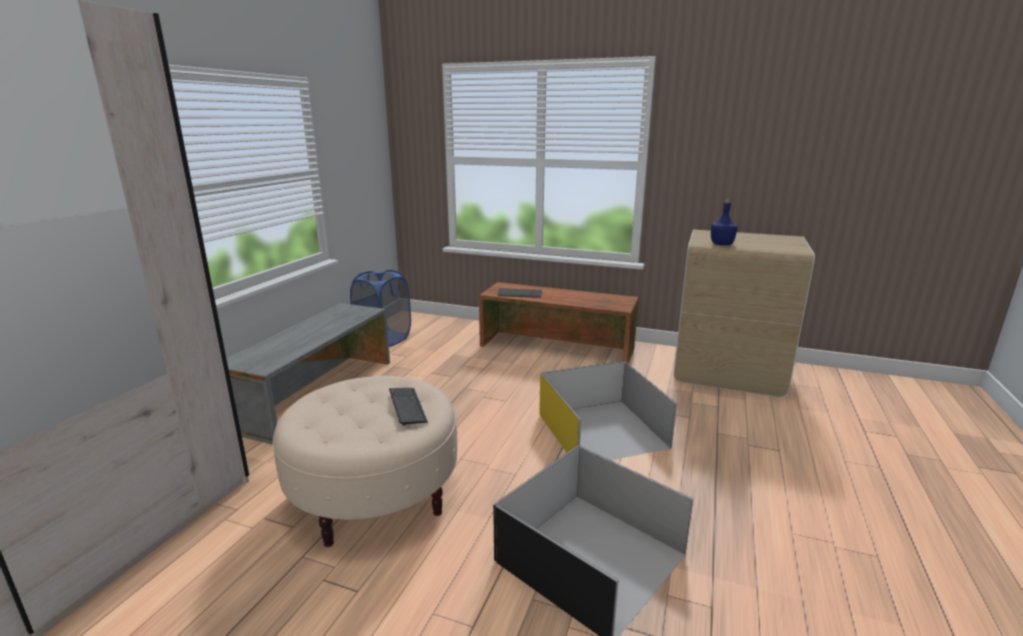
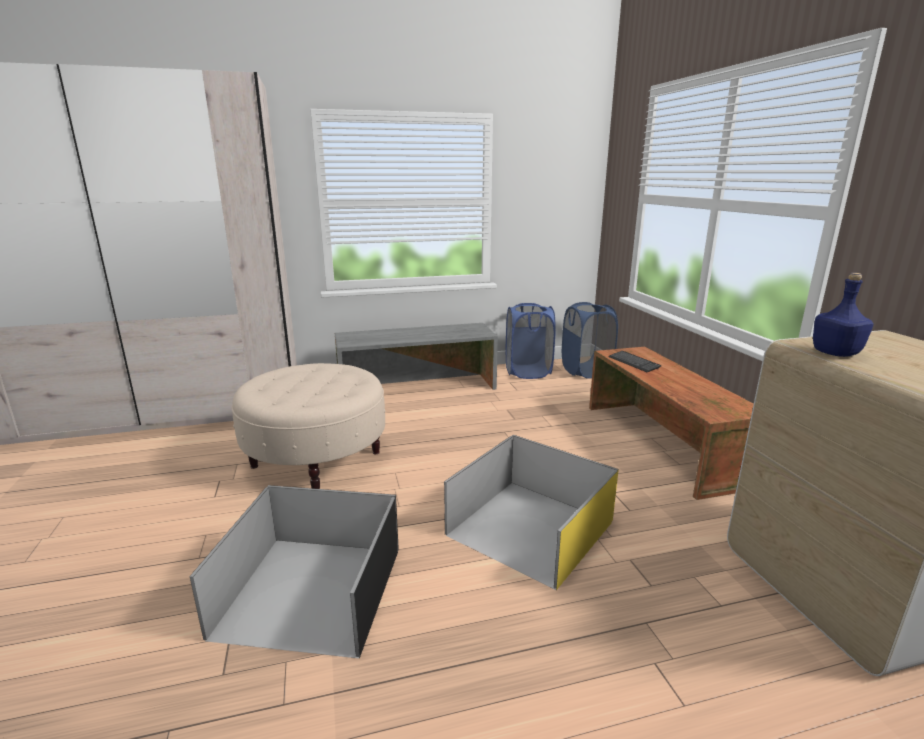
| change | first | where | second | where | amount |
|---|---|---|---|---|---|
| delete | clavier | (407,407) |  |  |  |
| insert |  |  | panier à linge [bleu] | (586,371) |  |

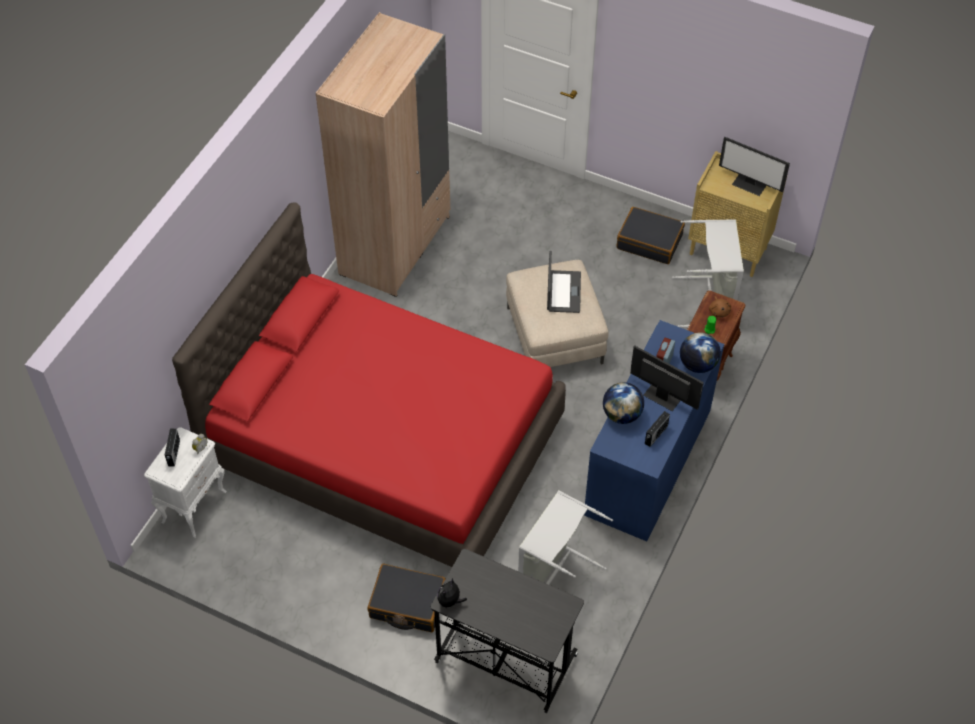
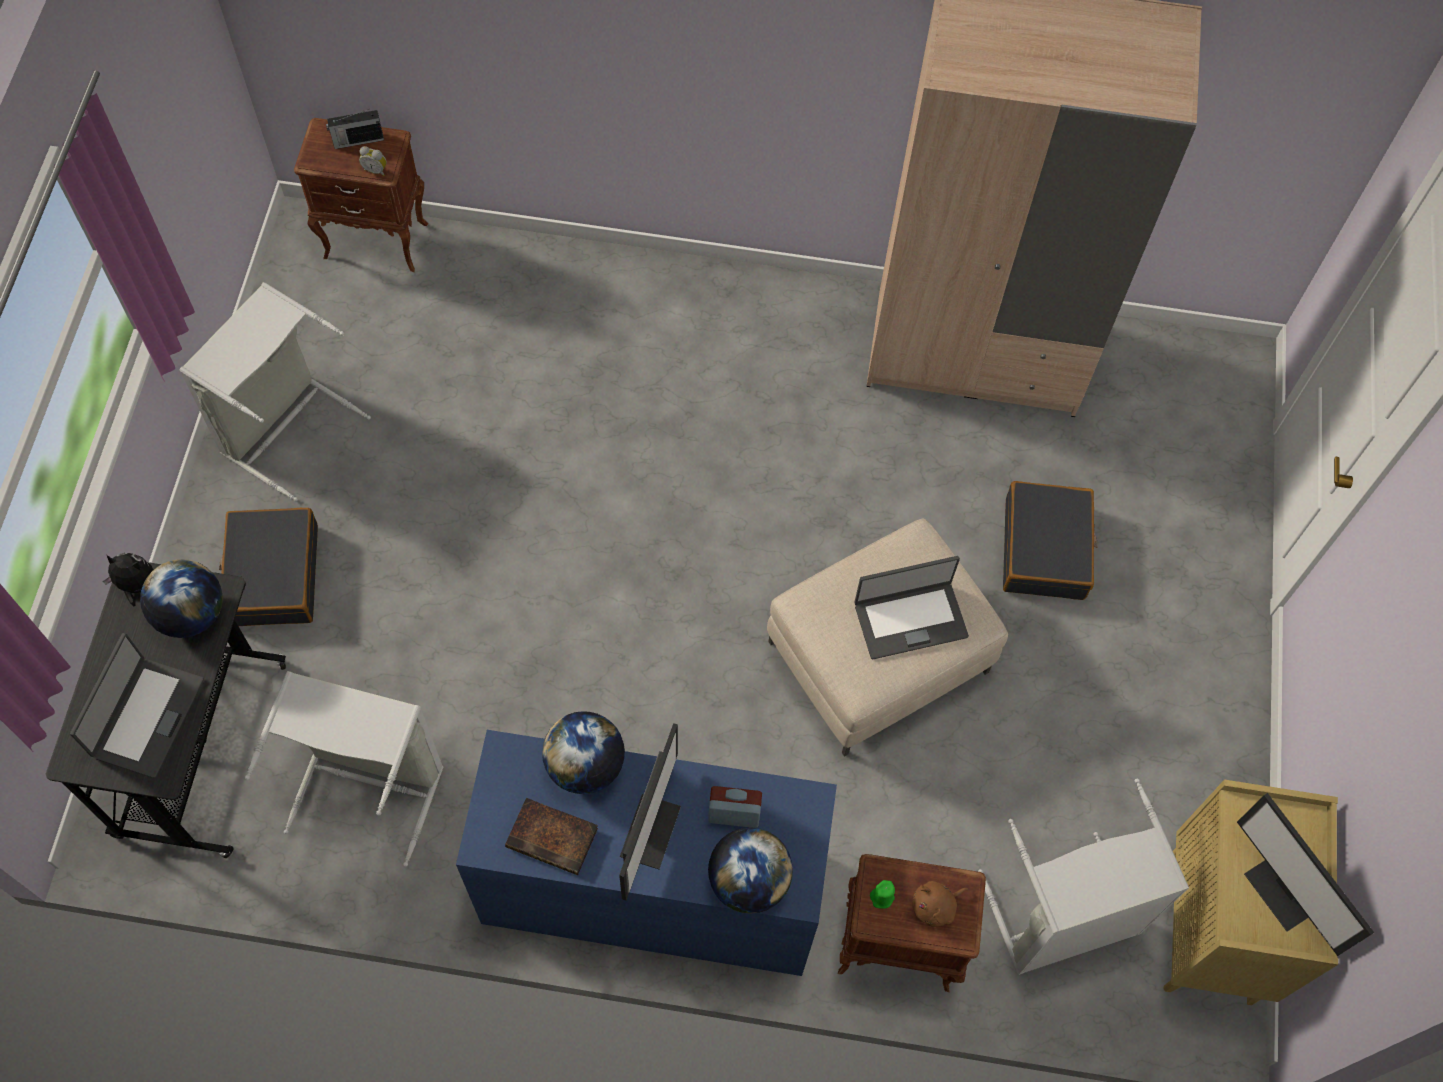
| change | first | where | second | where | amount |
|---|---|---|---|---|---|
| rotate | écran d'ordinateur | (750,184) |  | (1283,892) | 45 degrees counterclockwise |
| delete | lit [rouge] | (383,440) |  |  |  |
| move | valise [noir] | (649,241) |  | (1045,549) |  |
| replace | radio | (655,435) | livre | (554,838) |  |
| recolor | table de chevet [blanc] | (194,506) | table de chevet [marron] | (376,240) |  |
| insert |  |  | panier à linge [gris] | (284,428) |  |
| insert |  |  | globe | (191,614) |  |
| insert |  |  | ordinateur portable | (147,717) |  |

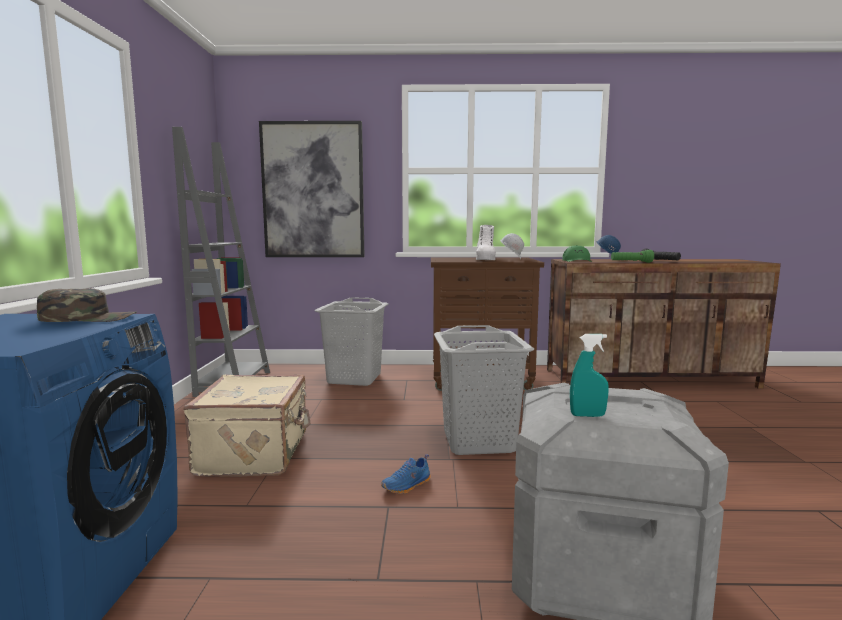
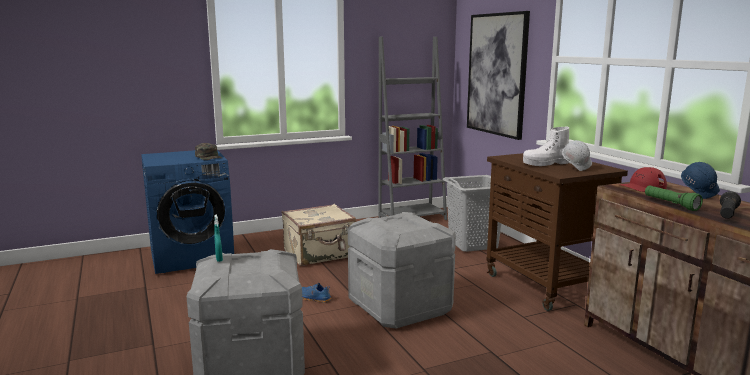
| change | first | where | second | where | amount |
|---|---|---|---|---|---|
| recolor | casquette [vert] | (577,261) | casquette [rouge] | (642,187) |  |
| replace | panier à linge [gris] | (479,441) | boîte de rangement [gris] | (400,307) |  |

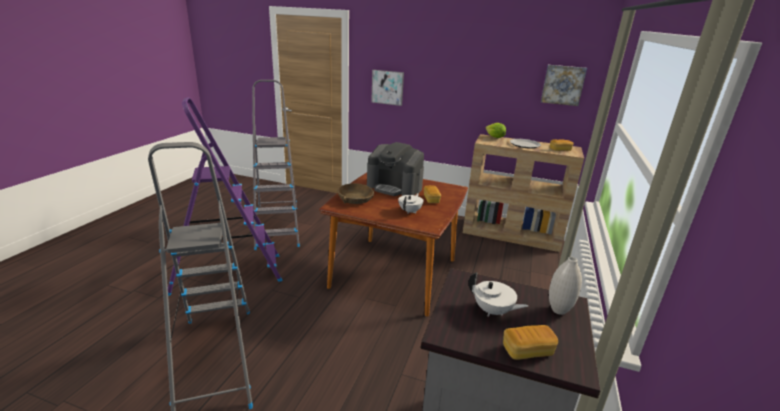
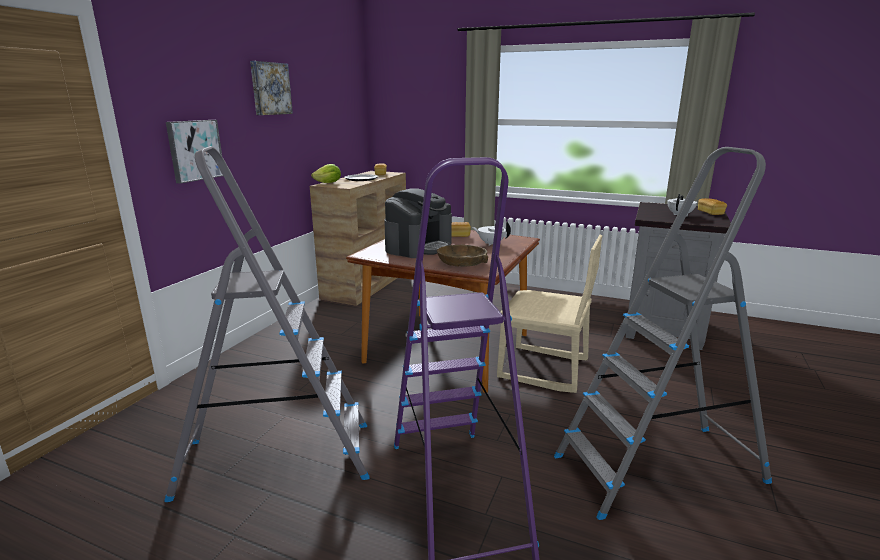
| change | first | where | second | where | amount |
|---|---|---|---|---|---|
| move | tableau | (563,85) |  | (270,88) |  |
| delete | vase [blanc] | (558,310) |  |  |  |
| insert |  |  | chaise [beige] | (543,369) |  |

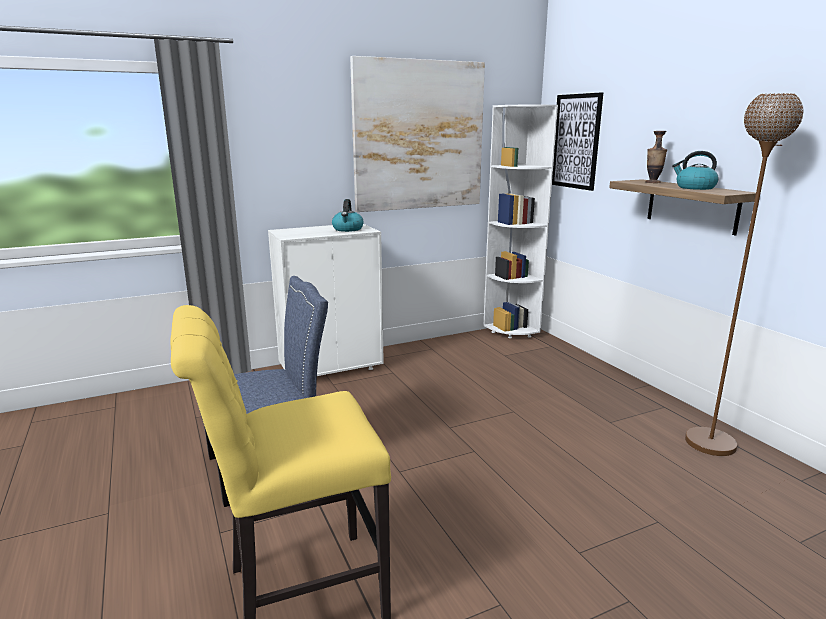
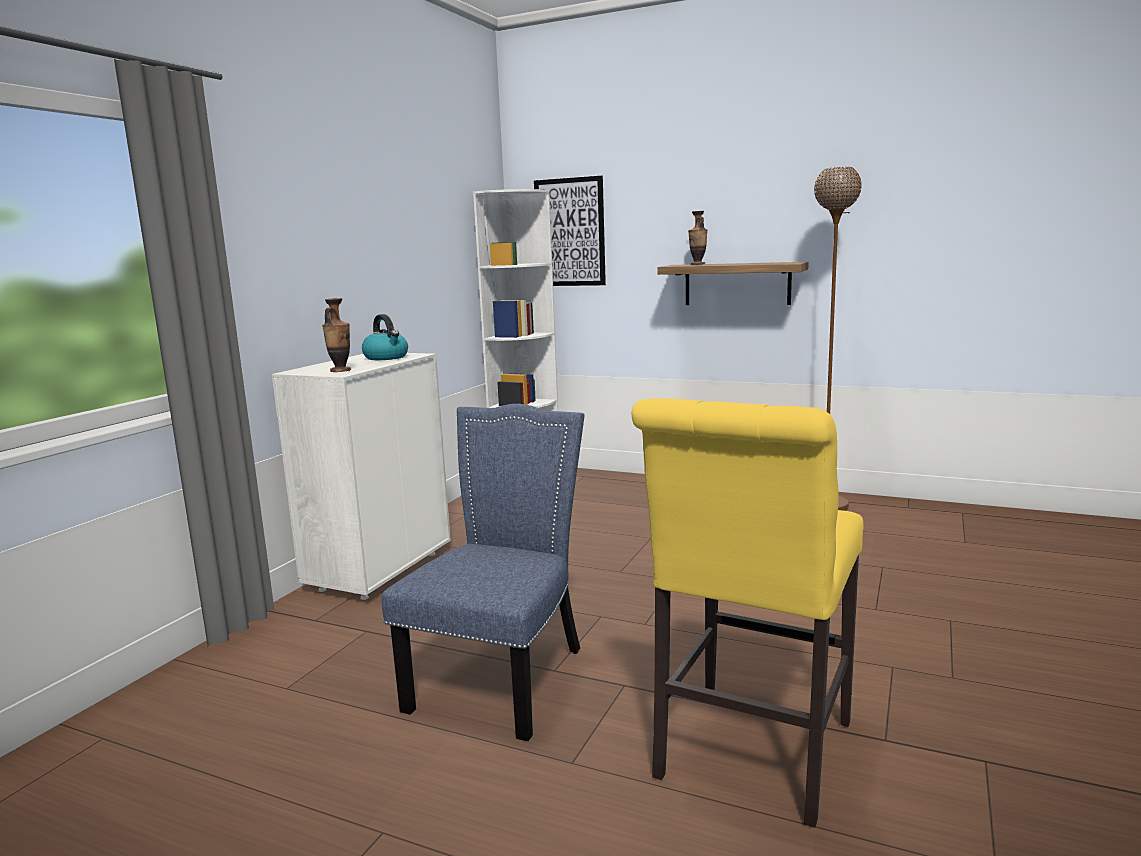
| change | first | where | second | where | amount |
|---|---|---|---|---|---|
| delete | tableau | (419,136) |  |  |  |
| delete | bouilloire | (694,188) |  |  |  |
| insert |  |  | vase | (340,370) |  |

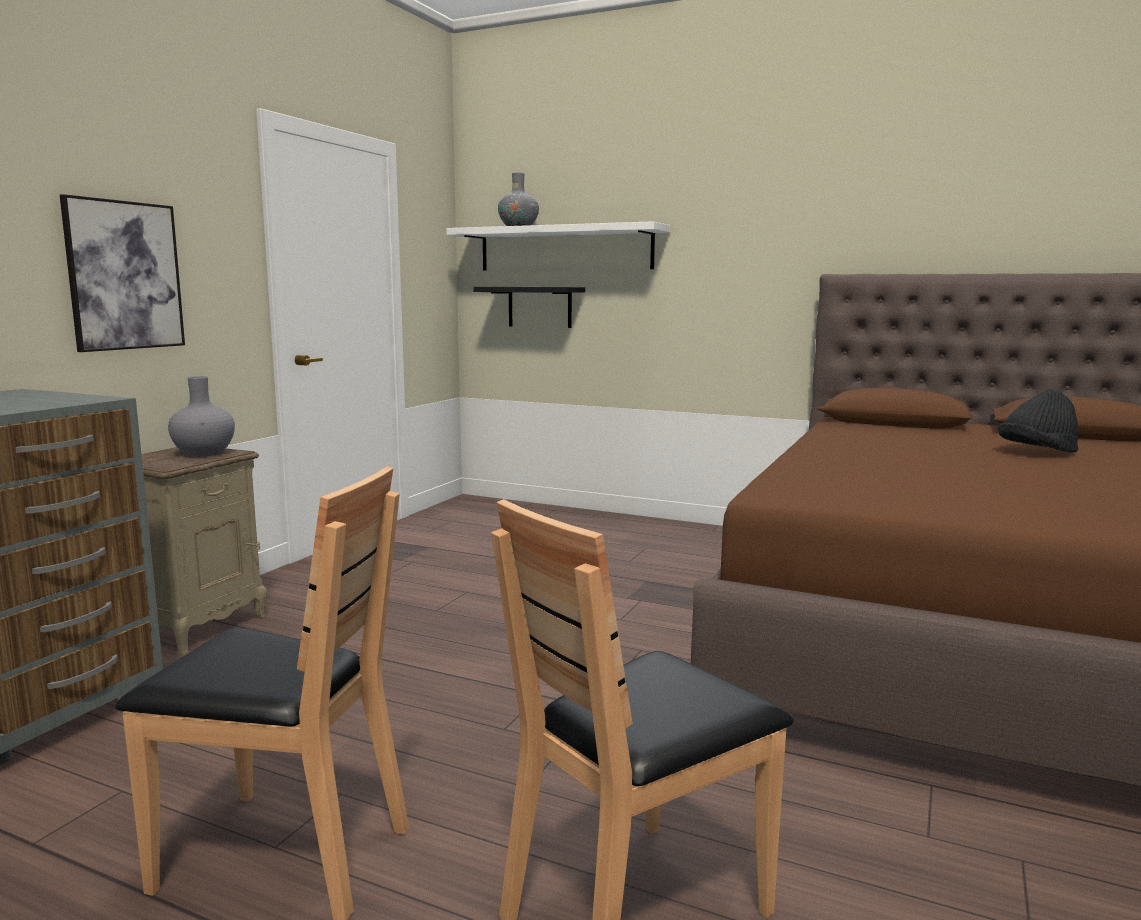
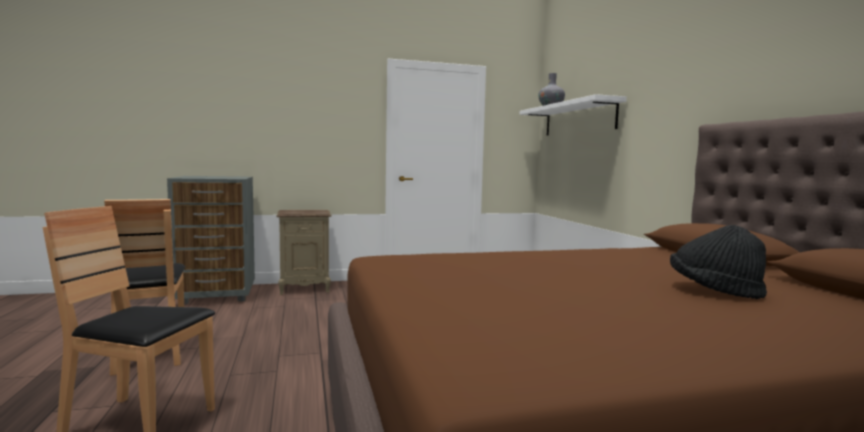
| change | first | where | second | where | amount |
|---|---|---|---|---|---|
| delete | tableau | (124,275) |  |  |  |
| delete | étagère [noir] | (540,307) |  |  |  |
| delete | vase [gris] | (204,453) |  |  |  |

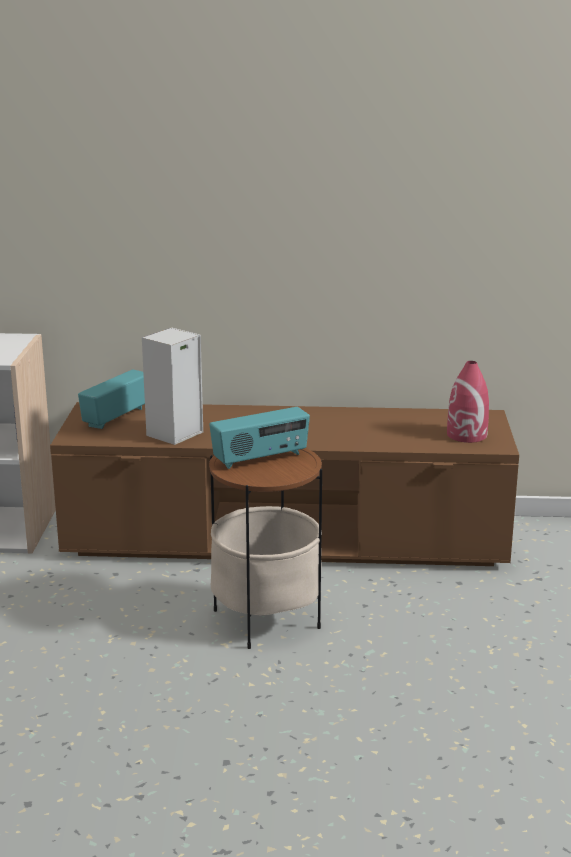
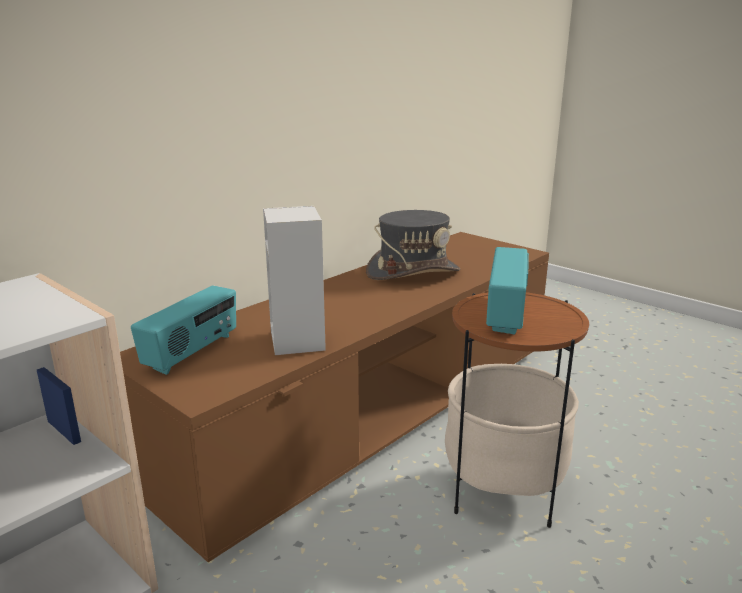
| change | first | where | second | where | amount |
|---|---|---|---|---|---|
| delete | vase [rouge] | (467,435) |  |  |  |
| rotate | radio | (115,417) |  | (192,353) | 135 degrees counterclockwise |
| insert |  |  | chapeau [gris] | (413,271) |  |

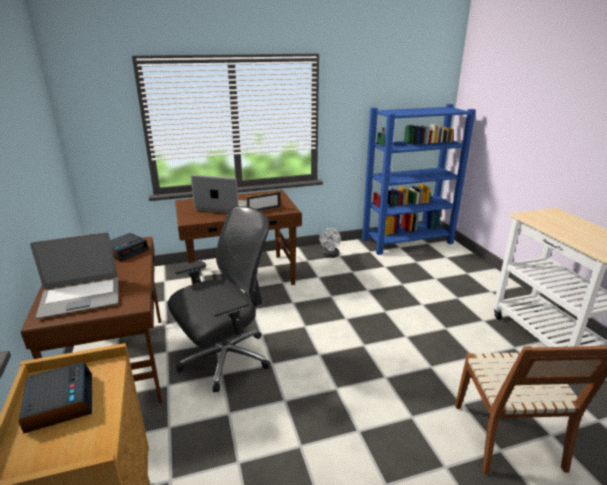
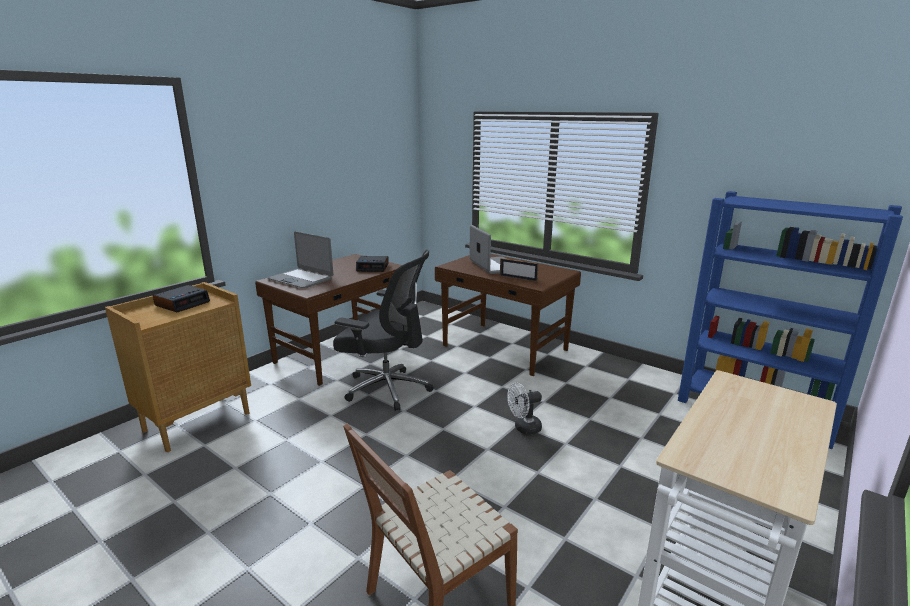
| change | first | where | second | where | amount |
|---|---|---|---|---|---|
| move | ventilateur [blanc] | (330,255) |  | (523,428) |  |

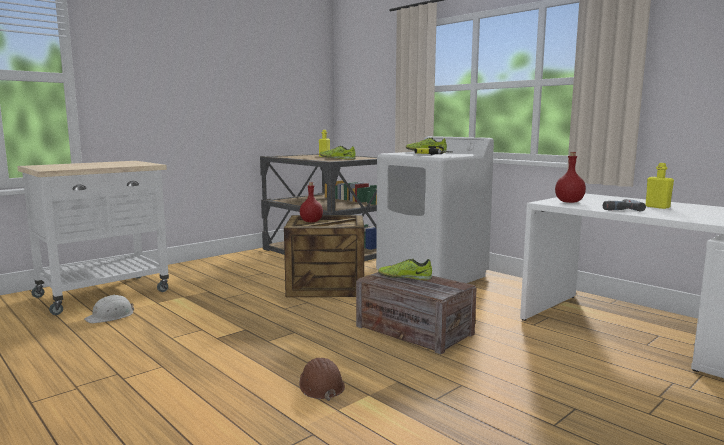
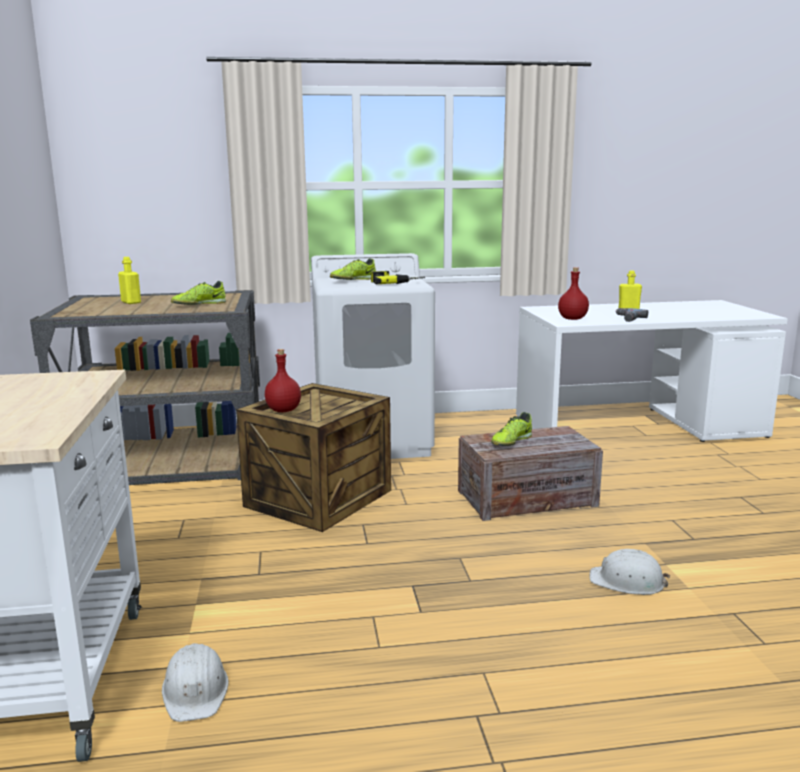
| change | first | where | second | where | amount |
|---|---|---|---|---|---|
| recolor | casque de chantier [marron] | (320,385) | casque de chantier [blanc] | (627,581) |  |

